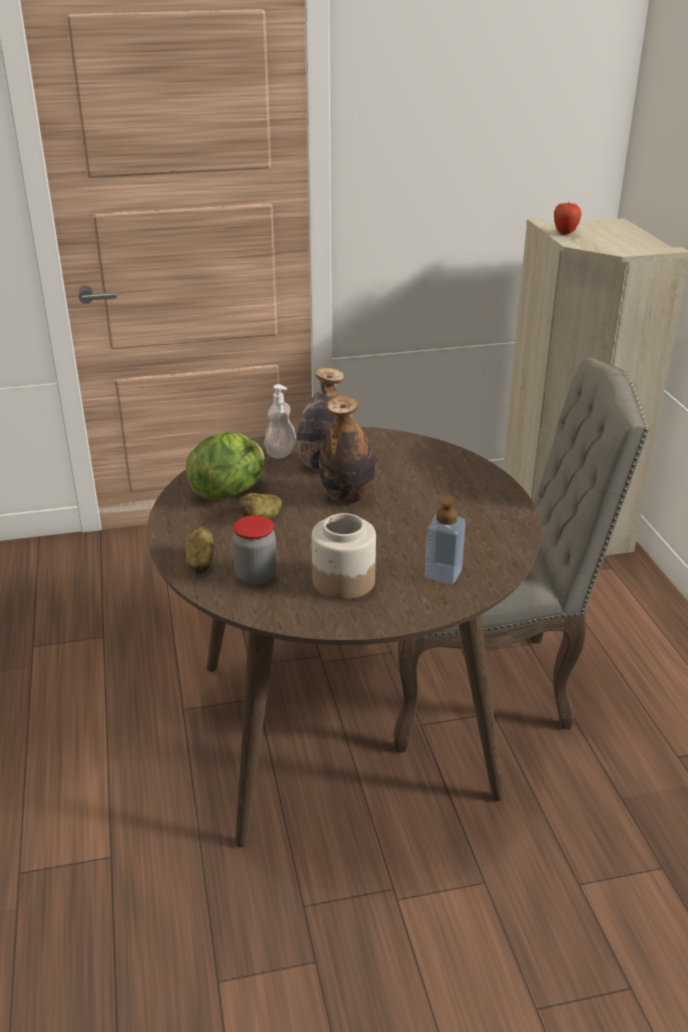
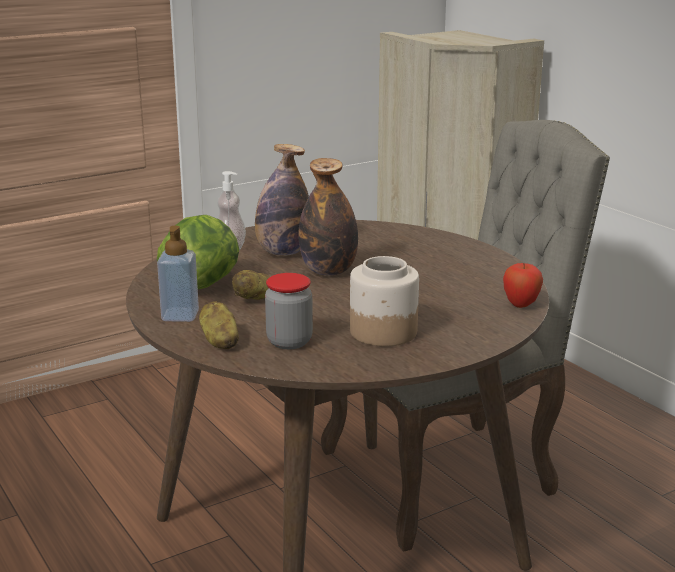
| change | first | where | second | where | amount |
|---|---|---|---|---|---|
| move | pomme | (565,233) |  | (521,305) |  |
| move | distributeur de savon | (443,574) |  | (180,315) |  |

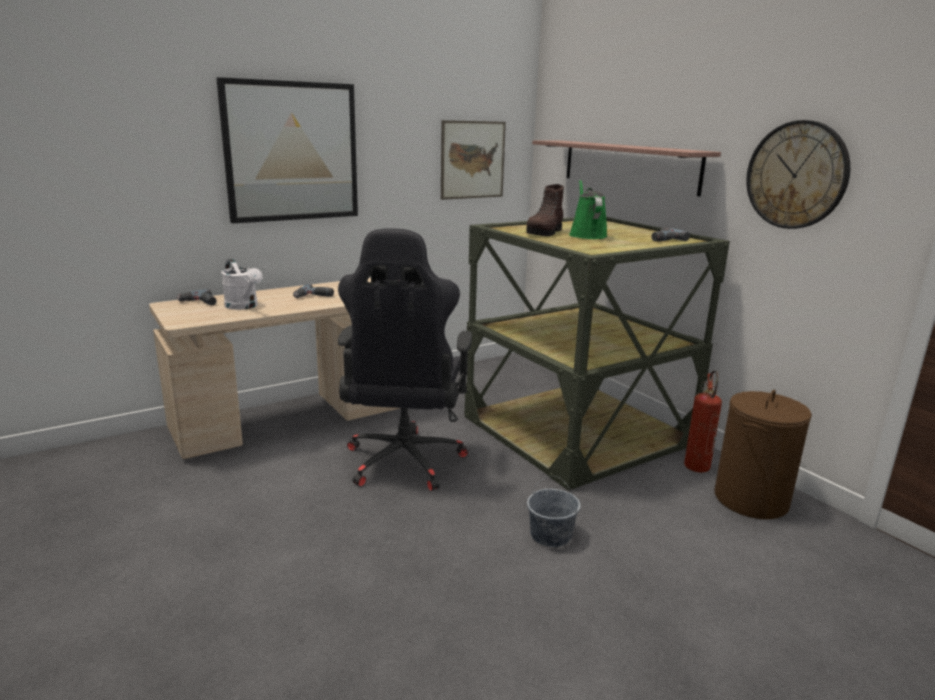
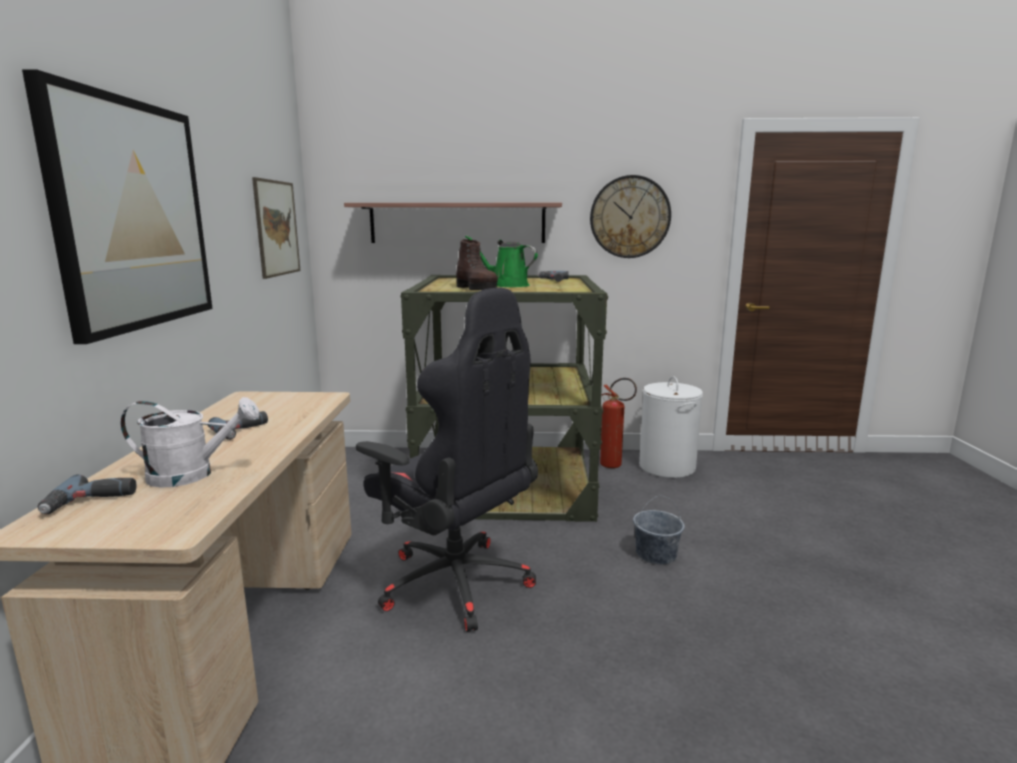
| change | first | where | second | where | amount |
|---|---|---|---|---|---|
| recolor | panier à linge [marron] | (751,499) | panier à linge [blanc] | (666,466) |  |

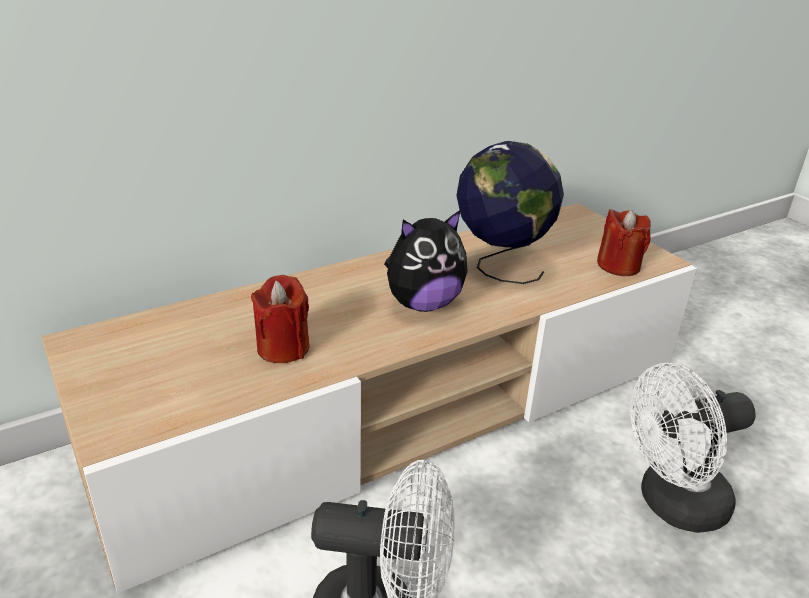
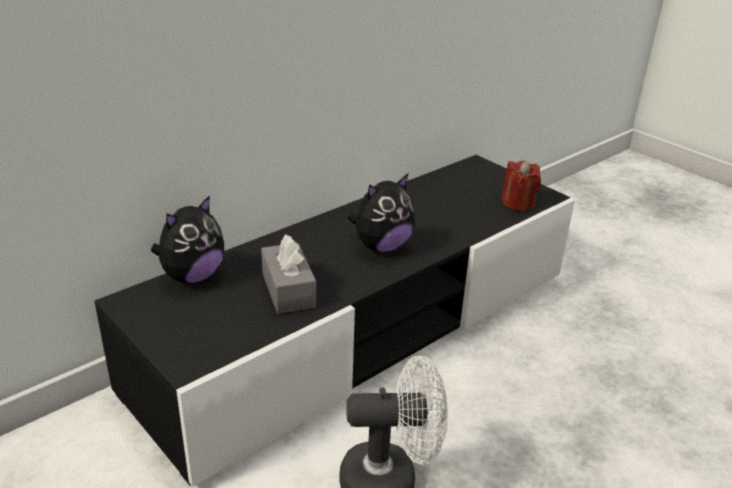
| change | first | where | second | where | amount |
|---|---|---|---|---|---|
| delete | globe | (500,266) |  |  |  |
| recolor | meuble télé [beige] | (399,407) | meuble télé [noir] | (362,330) |  |
| replace | bougie [rouge] | (283,348) | boîte à mouchoirs [gris] | (288,290) |  |
| delete | ventilateur [blanc] | (671,504) |  |  |  |
| insert |  |  | peluche | (192,276) |  |

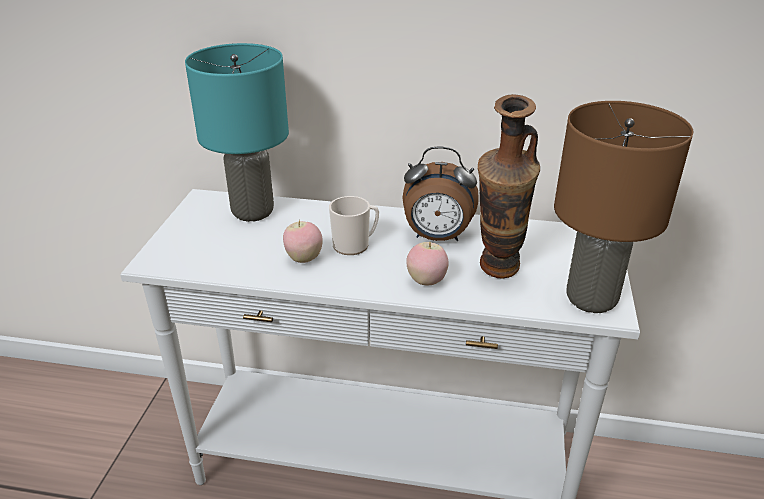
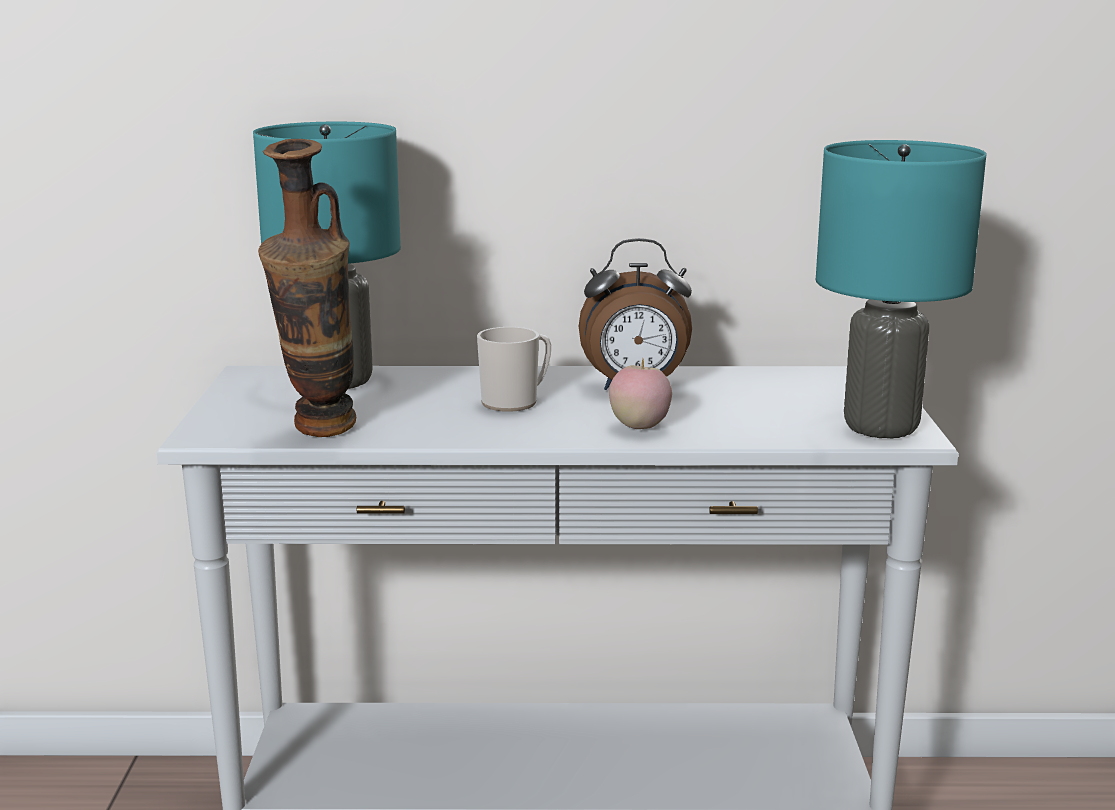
| change | first | where | second | where | amount |
|---|---|---|---|---|---|
| move | vase | (496,275) |  | (319,434) |  |
| recolor | lampe de table [marron] | (593,302) | lampe de table [turquoise] | (884,429) |  |
| delete | pomme | (304,259) |  |  |  |

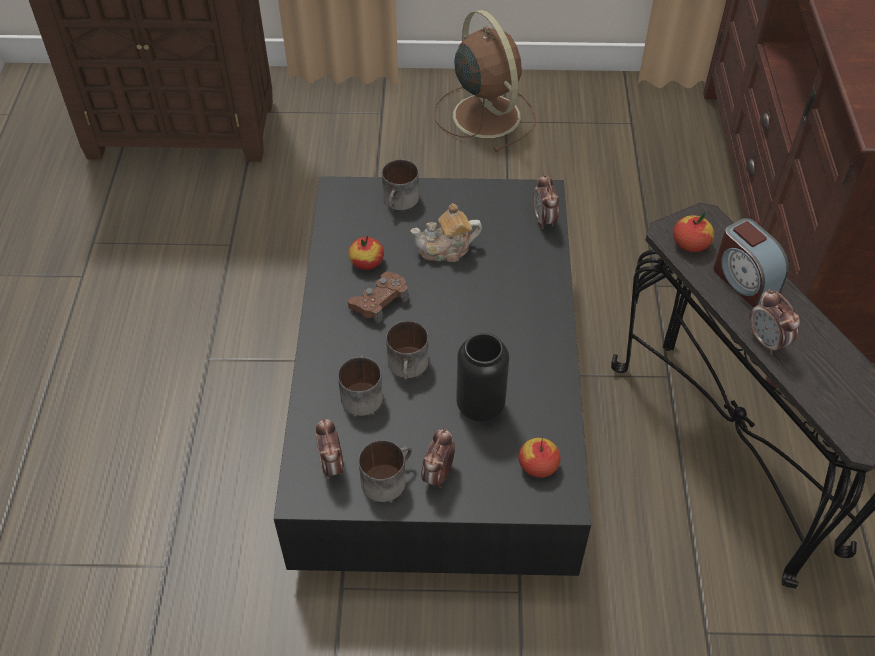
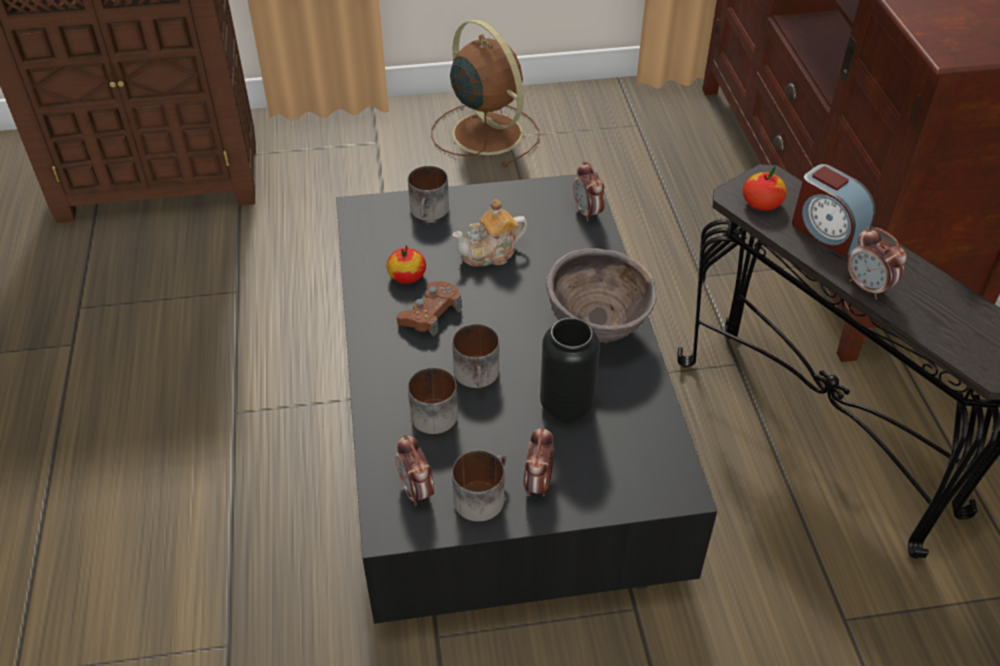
| change | first | where | second | where | amount |
|---|---|---|---|---|---|
| delete | pomme | (538,465) |  |  |  |
| insert |  |  | bol [marron] | (597,330) |  |

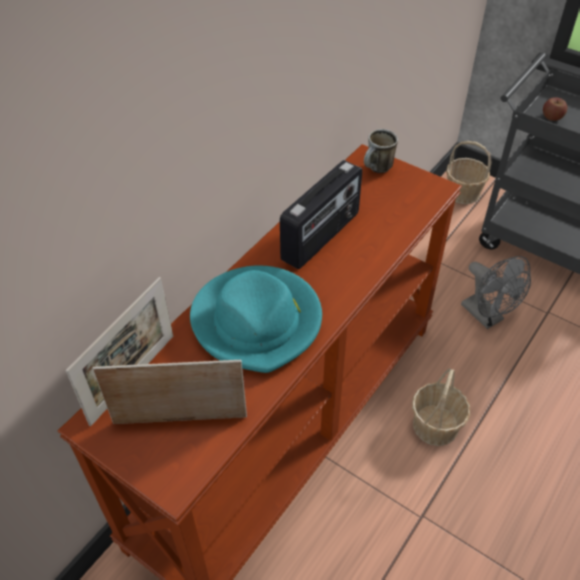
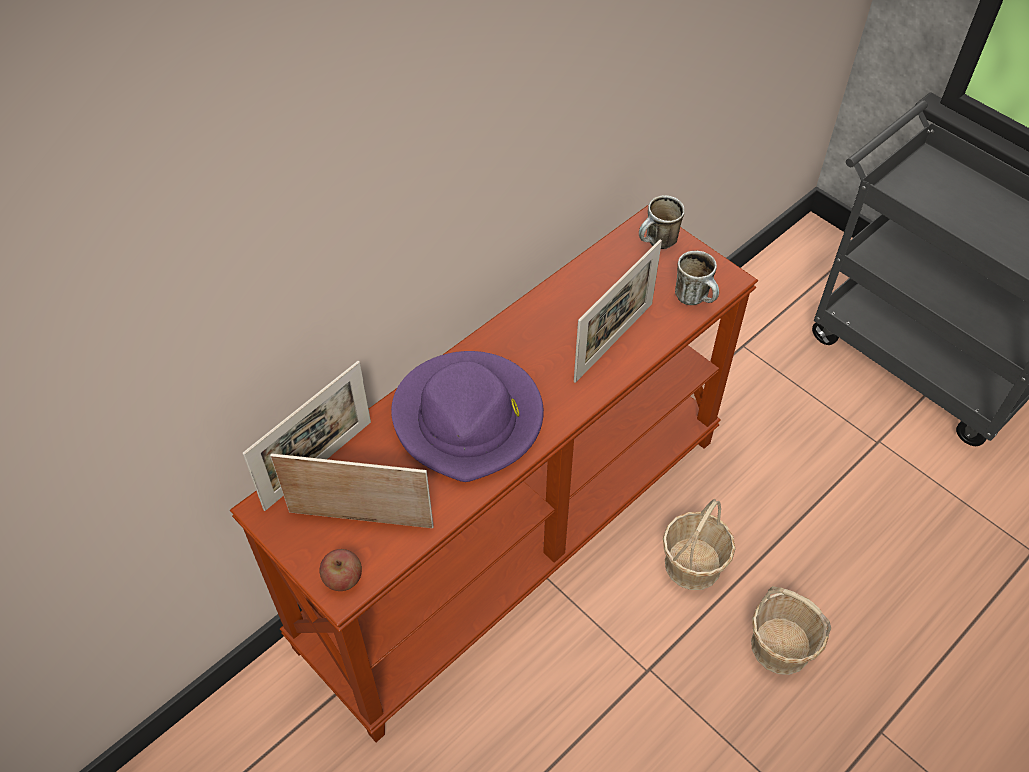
| change | first | where | second | where | amount |
|---|---|---|---|---|---|
| move | pomme | (552,117) |  | (343,578) |  |
| move | panier | (463,193) |  | (781,646) |  |
| delete | radio | (321,237) |  |  |  |
| delete | ventilateur [gris] | (487,317) |  |  |  |
| recolor | chapeau [turquoise] | (258,321) | chapeau [violet] | (469,418) |  |
| insert |  |  | cadre photo | (613,342) |  |
| insert |  |  | mug | (696,298) |  |

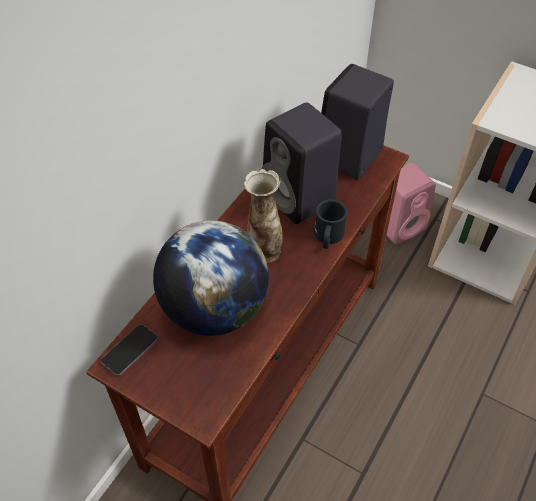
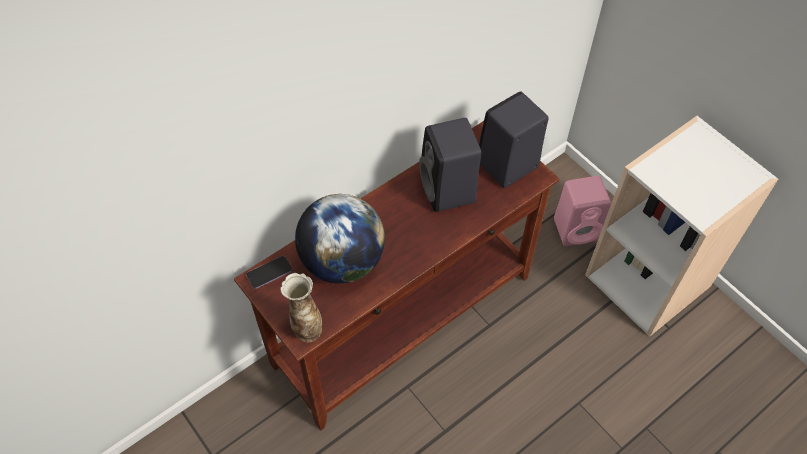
| change | first | where | second | where | amount |
|---|---|---|---|---|---|
| move | vase | (264,251) |  | (307,330) |  |
| delete | mug [noir] | (328,237) |  |  |  |

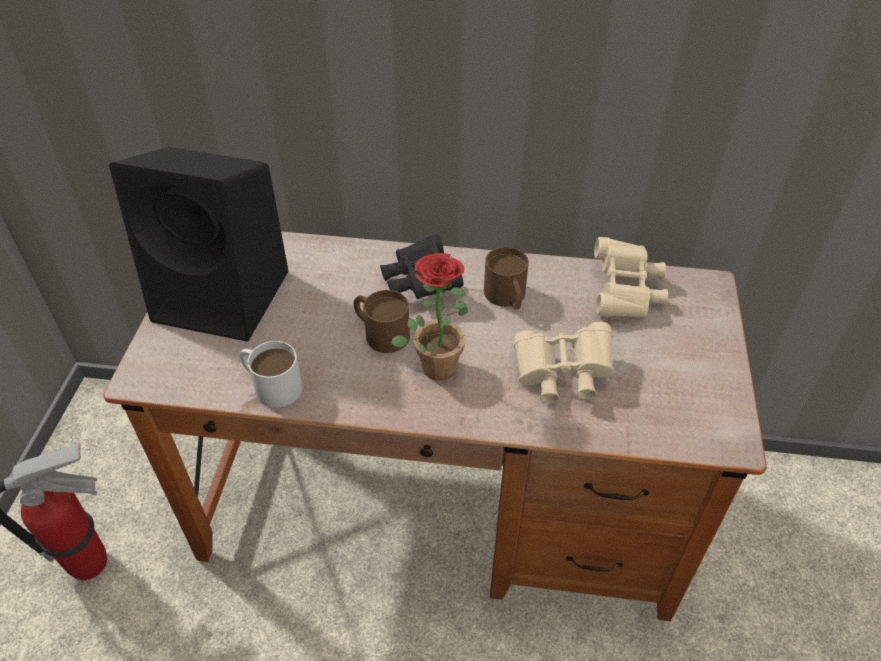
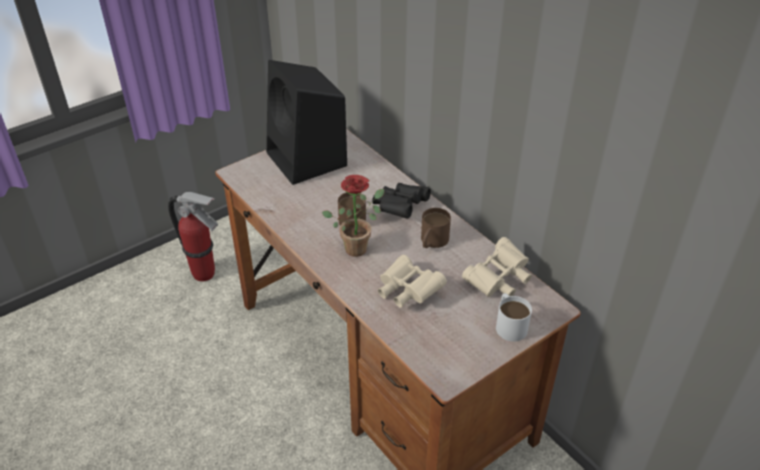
| change | first | where | second | where | amount |
|---|---|---|---|---|---|
| move | mug [blanc] | (271,384) |  | (509,324) |  |

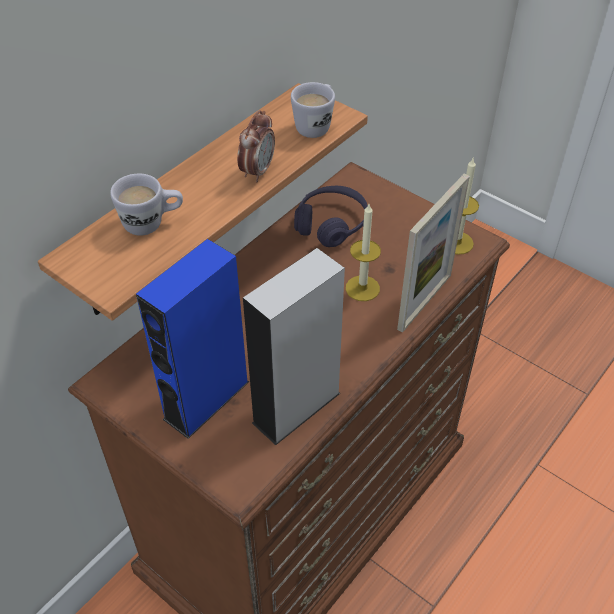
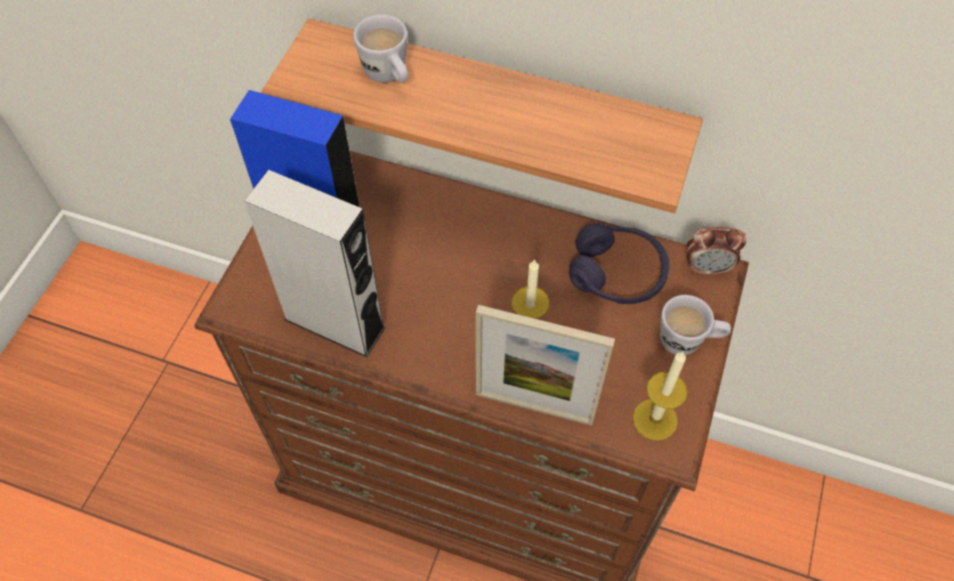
| change | first | where | second | where | amount |
|---|---|---|---|---|---|
| move | mug [blanc] | (316,125) |  | (688,341) |  |
| move | réveil | (257,171) |  | (707,268) |  |

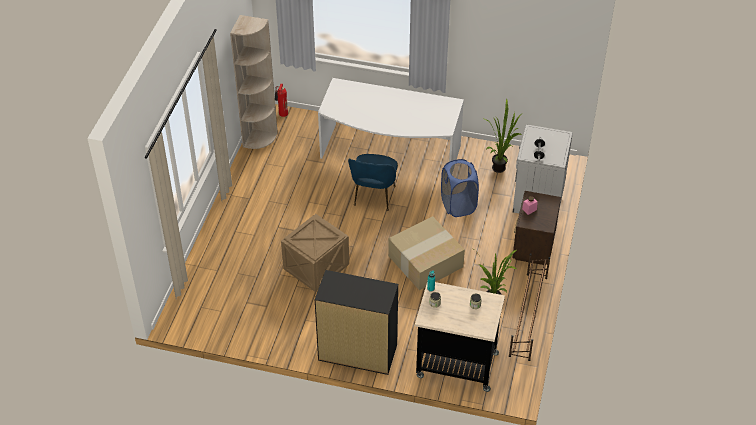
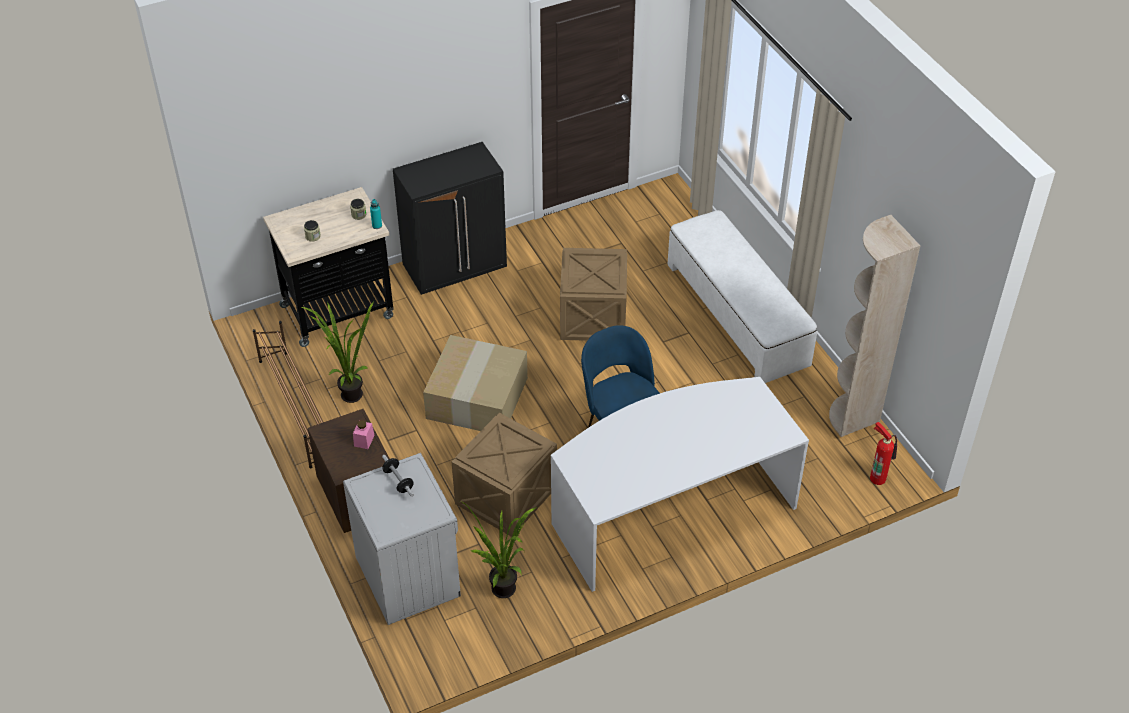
| change | first | where | second | where | amount |
|---|---|---|---|---|---|
| replace | panier à linge [bleu] | (458,205) | caisse | (507,495) |  |
| insert |  |  | banc [blanc] | (738,314) |  |

